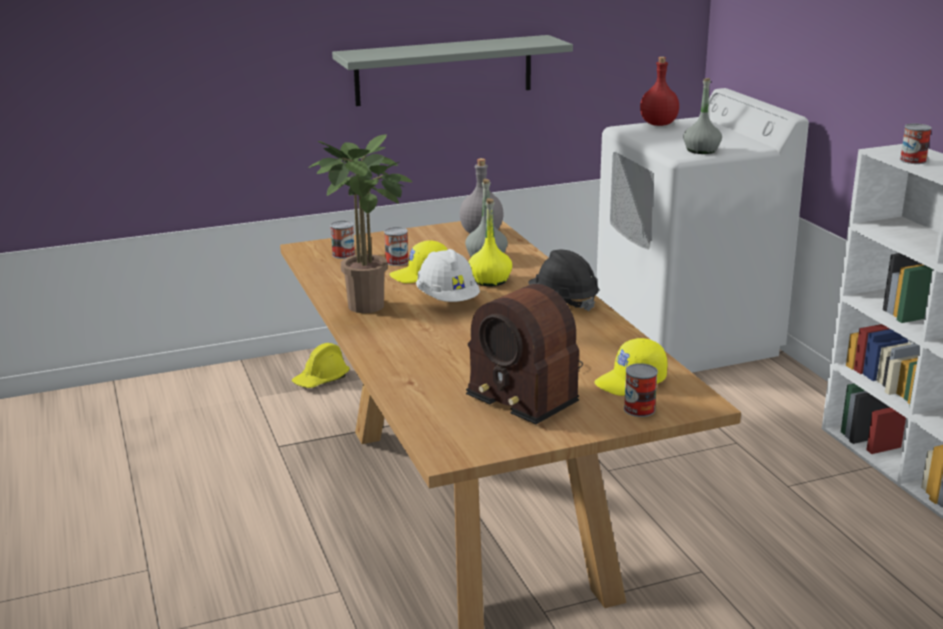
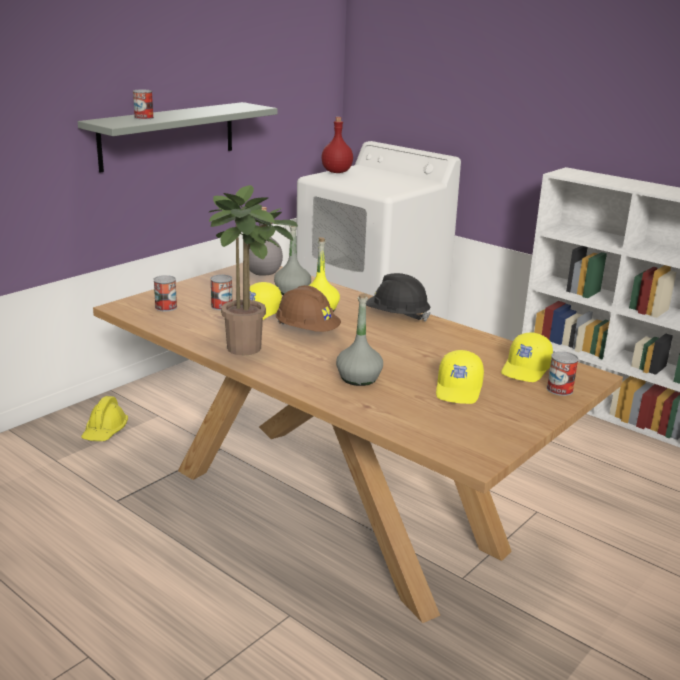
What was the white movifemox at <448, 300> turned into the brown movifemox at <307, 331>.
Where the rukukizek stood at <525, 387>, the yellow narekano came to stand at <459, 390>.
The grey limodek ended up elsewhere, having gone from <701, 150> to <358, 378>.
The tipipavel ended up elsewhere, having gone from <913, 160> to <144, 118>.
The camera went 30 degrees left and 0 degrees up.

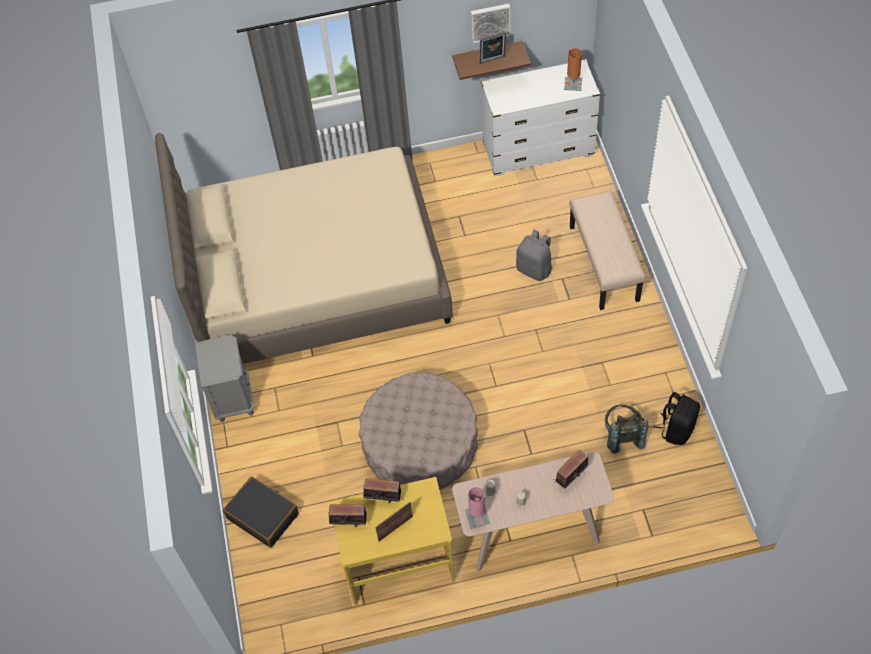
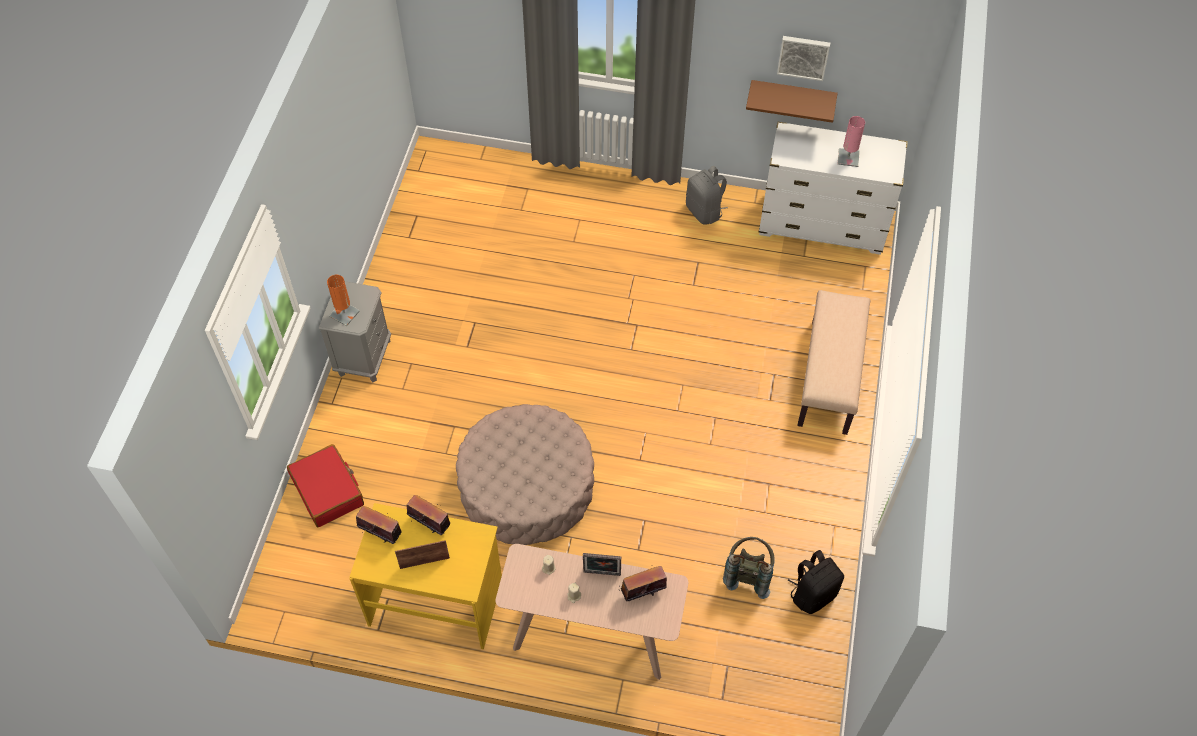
The second view lost the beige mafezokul at <316, 277>.
What was the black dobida at <263, 516> turned into the red dobida at <328, 491>.
The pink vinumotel ended up elsewhere, having gone from <477, 516> to <848, 158>.
The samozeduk ended up elsewhere, having gone from <492, 60> to <602, 575>.
The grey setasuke ended up elsewhere, having gone from <534, 269> to <705, 211>.
The orange vinumotel ended up elsewhere, having gone from <573, 84> to <344, 314>.
The camera went 20 degrees right and 0 degrees up.

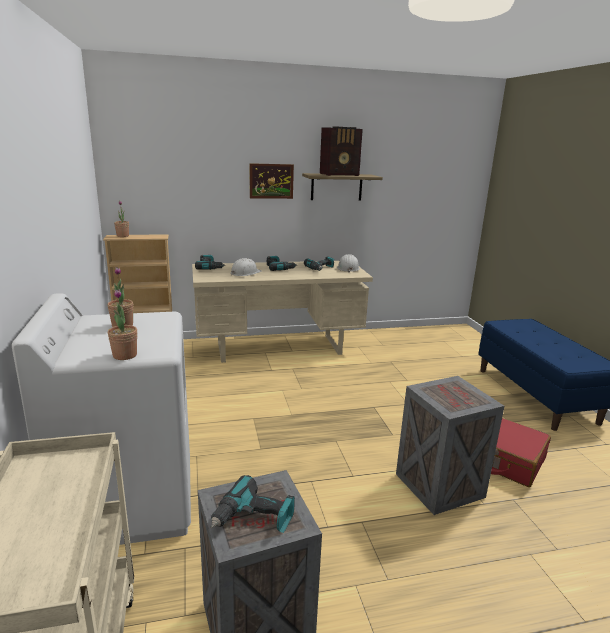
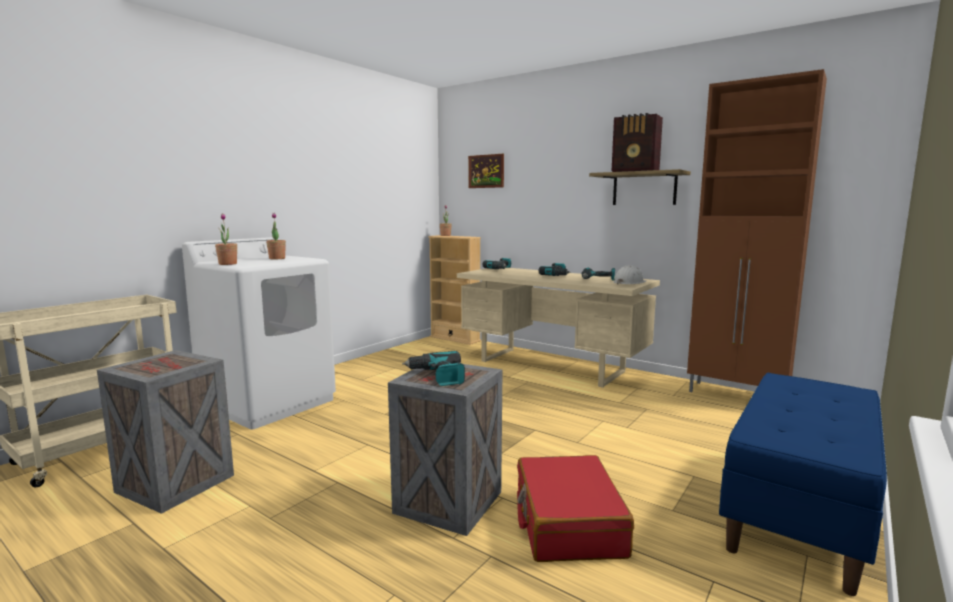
The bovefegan ended up elsewhere, having gone from <254, 518> to <437, 376>.
The second view lost the white movifemox at <245, 273>.
The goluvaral ended up elsewhere, having gone from <271, 181> to <486, 171>.
The second view gained the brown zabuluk at <738, 396>.
The camera went 50 degrees right and 10 degrees down.

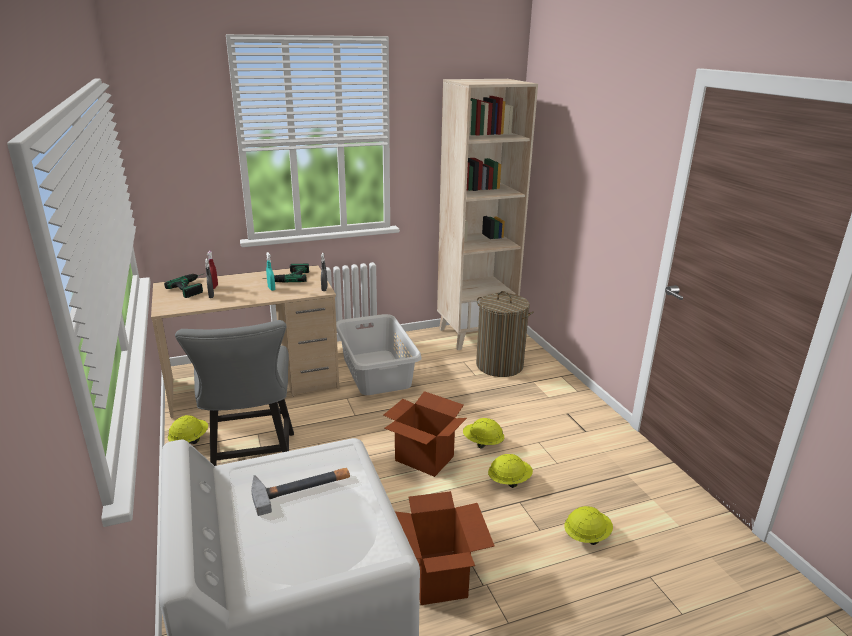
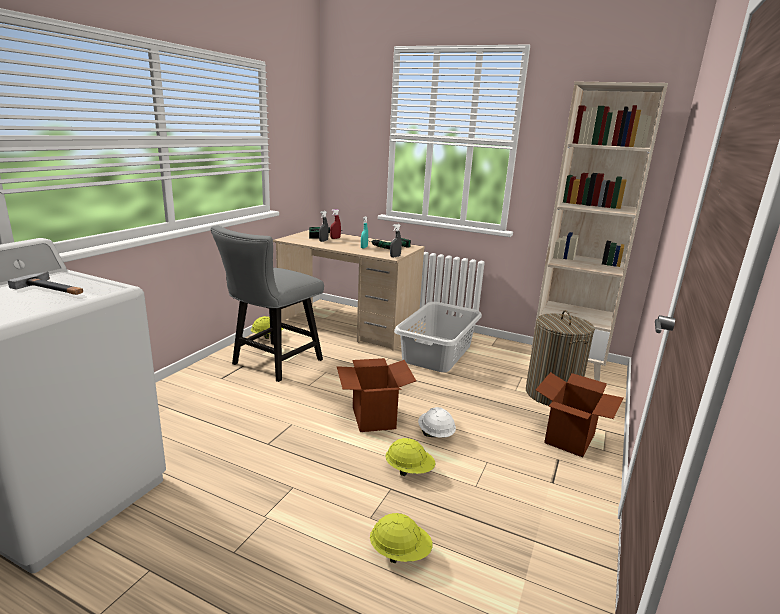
The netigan ended up elsewhere, having gone from <438, 578> to <569, 439>.
What was the yellow movifemox at <482, 443> turned into the white movifemox at <435, 434>.
The camera went 45 degrees right and 5 degrees down.

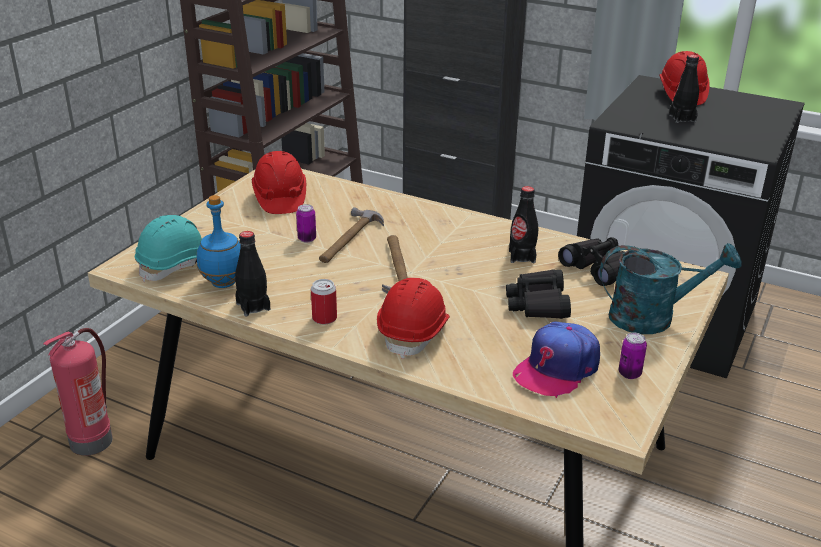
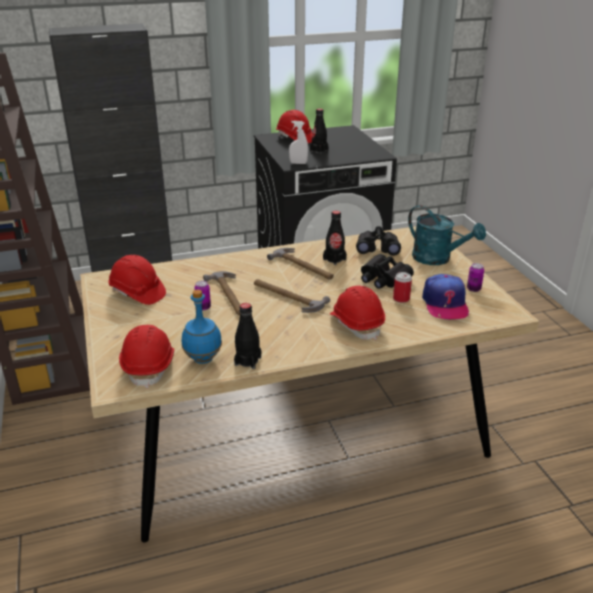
The second view lost the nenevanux at <92, 439>.
What was the turquoise movifemox at <177, 265> turned into the red movifemox at <149, 366>.
The tipipavel ended up elsewhere, having gone from <324, 318> to <401, 299>.
The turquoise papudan at <653, 317> ended up facing another way, 90 degrees clockwise from before.
The second view gained the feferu at <303, 266>.
The second view gained the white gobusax at <298, 163>.
The camera went 45 degrees left and 0 degrees up.

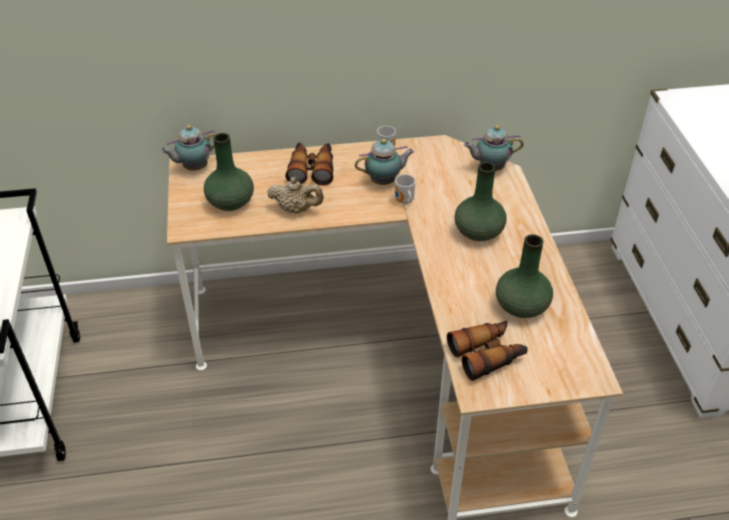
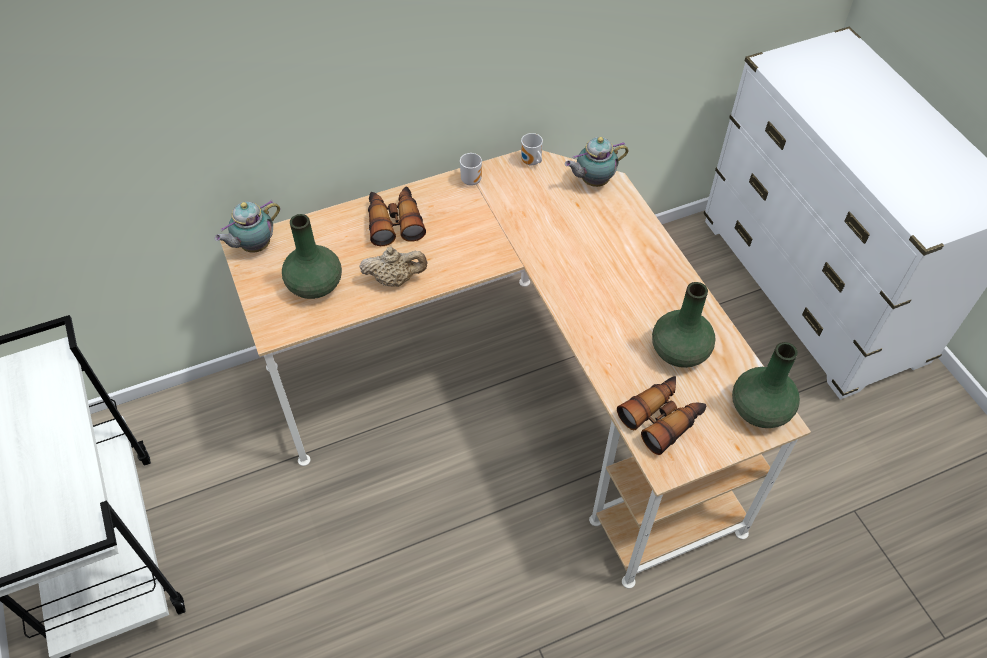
The second view lost the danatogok at <384, 181>.
The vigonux ended up elsewhere, having gone from <404, 202> to <531, 163>.
The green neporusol ended up elsewhere, having gone from <478, 232> to <760, 410>.
The camera went 15 degrees left and 10 degrees up.

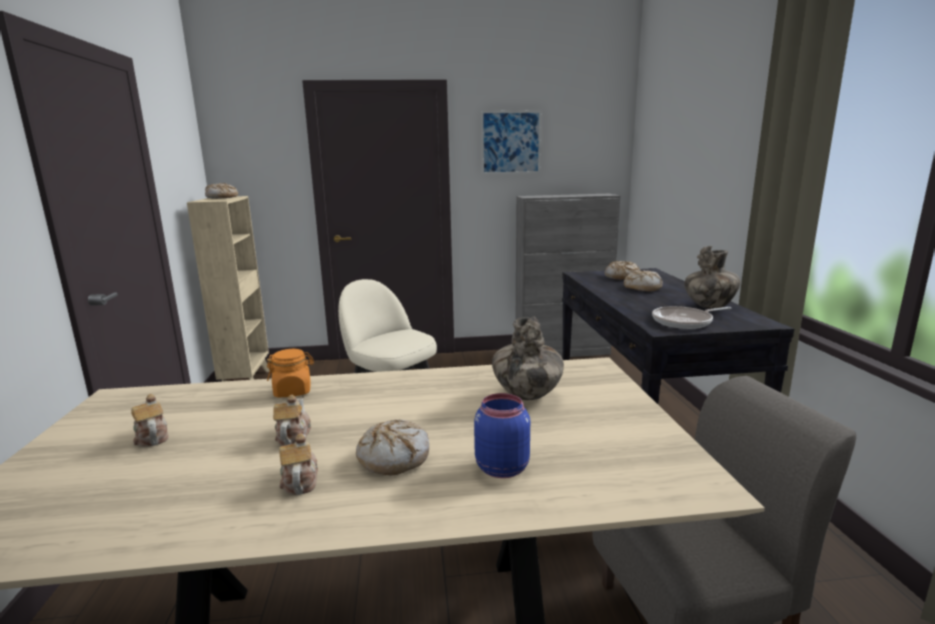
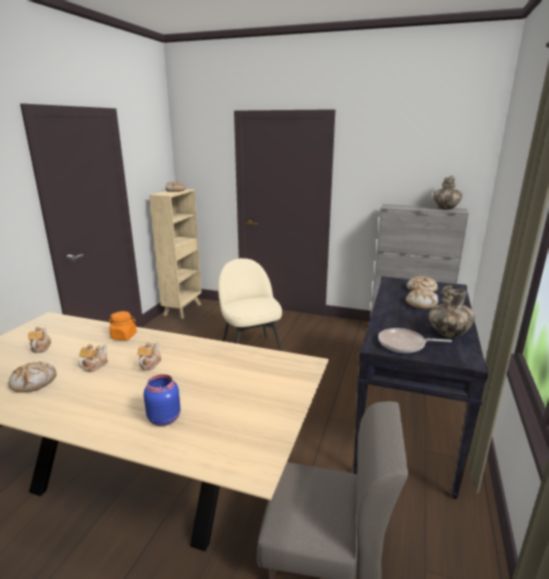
The danatogok ended up elsewhere, having gone from <300, 481> to <150, 364>.
The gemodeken ended up elsewhere, having gone from <394, 457> to <34, 382>.
The second view lost the goluvaral at <511, 142>.
The neporusol ended up elsewhere, having gone from <527, 395> to <445, 208>.
The camera went 25 degrees right and 5 degrees up.

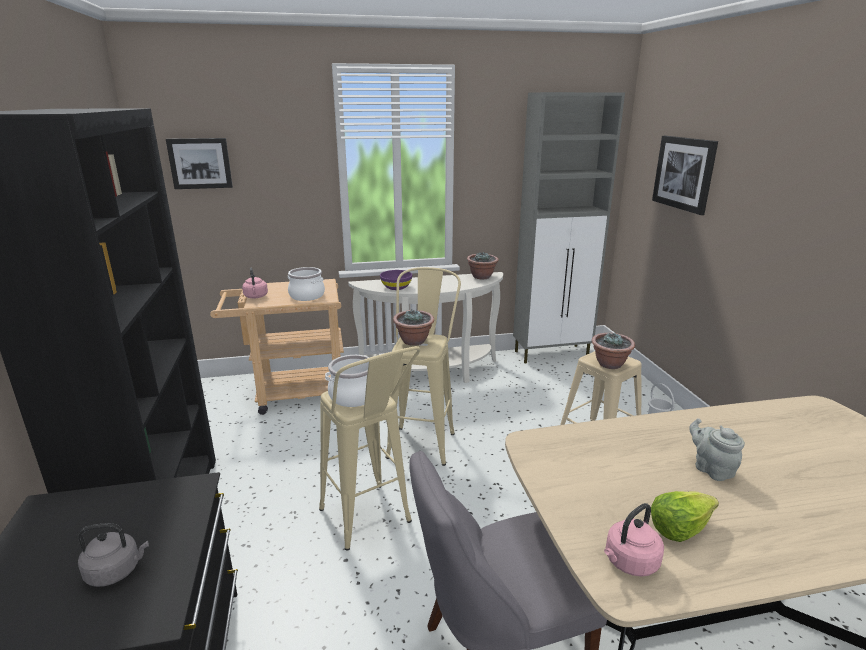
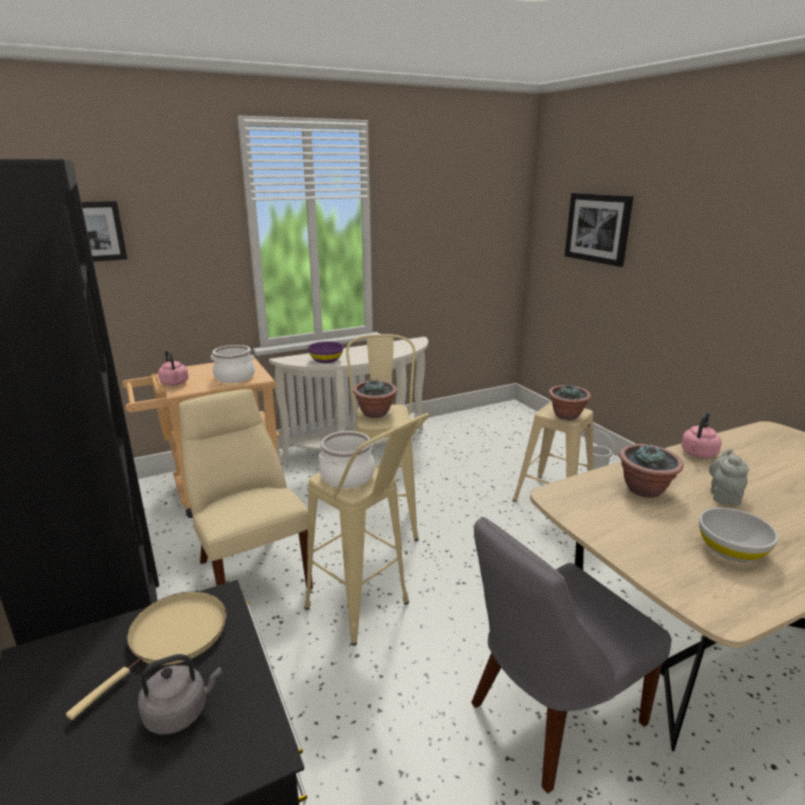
The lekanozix ended up elsewhere, having gone from <482, 277> to <645, 490>.
The second view lost the grey zabuluk at <552, 354>.
The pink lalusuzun ended up elsewhere, having gone from <629, 563> to <698, 454>.
Where the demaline stood at <679, 527>, the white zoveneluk came to stand at <731, 550>.
The grey danatogok at <711, 469> ended up facing another way, 60 degrees clockwise from before.
The second view gained the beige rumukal at <173, 638>.
The second view gained the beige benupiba at <251, 571>.
The camera went 15 degrees left and 0 degrees up.

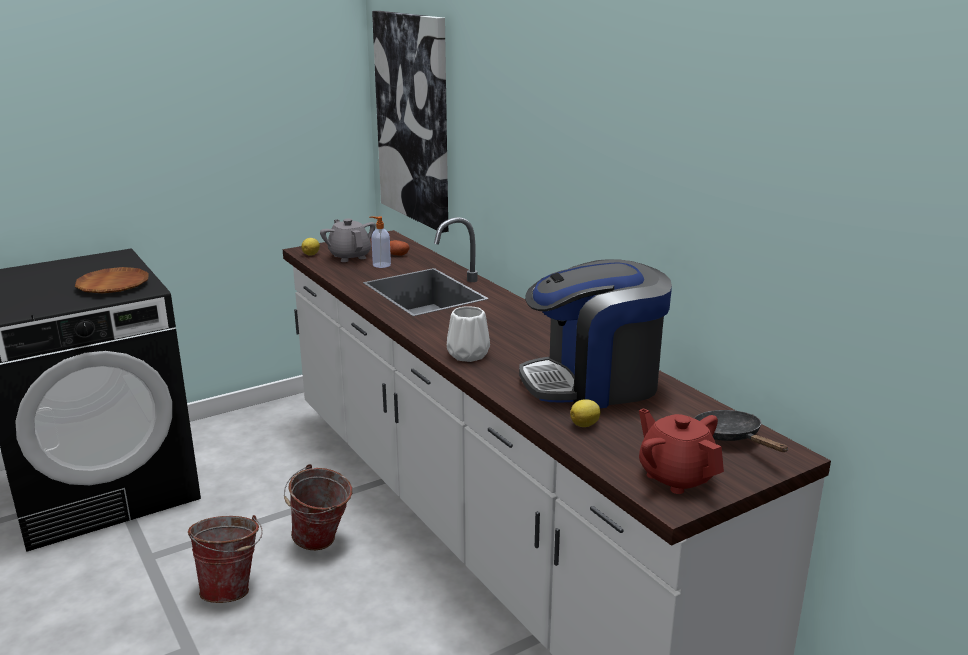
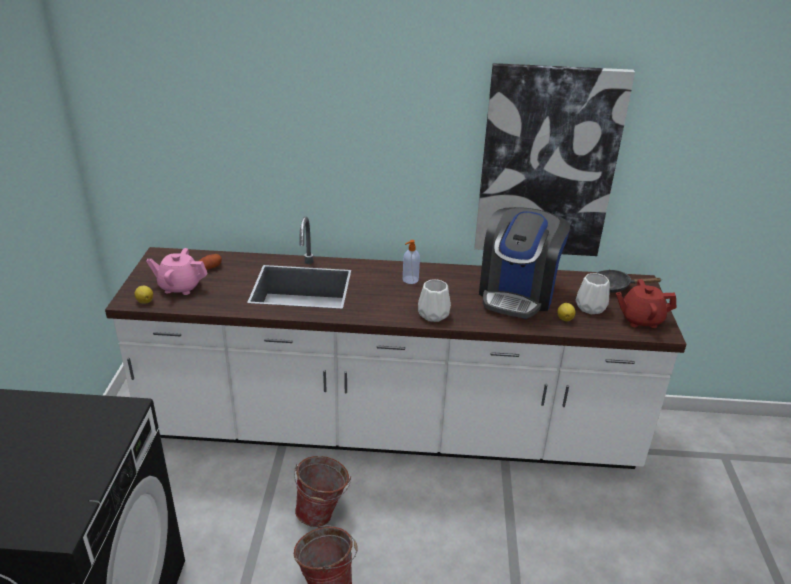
The second view lost the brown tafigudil at <113, 285>.
What was the grey danatogok at <350, 256> turned into the pink danatogok at <180, 287>.
The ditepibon ended up elsewhere, having gone from <381, 265> to <410, 280>.
The goluvaral ended up elsewhere, having gone from <414, 119> to <547, 164>.
The second view gained the white neporusol at <589, 307>.
The camera went 55 degrees left and 10 degrees up.

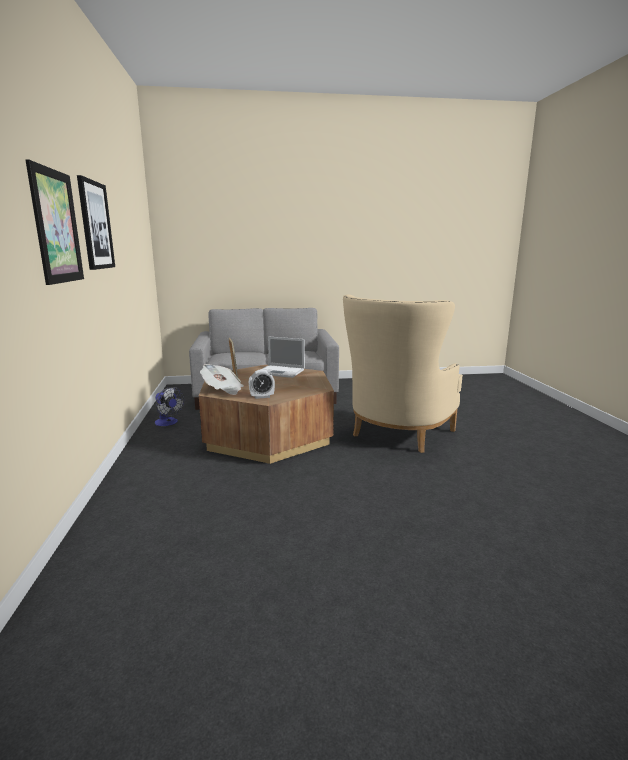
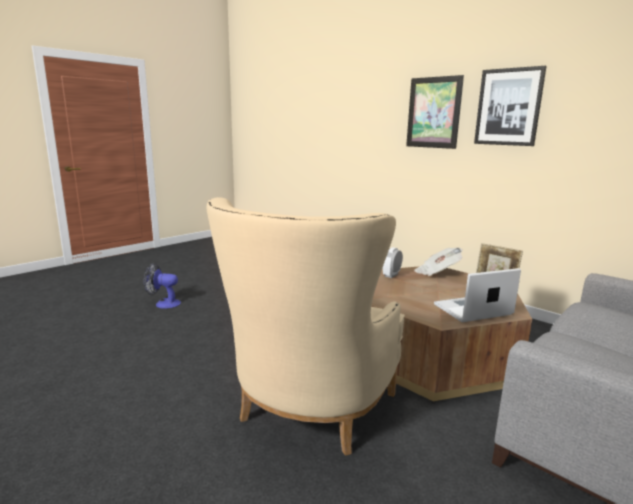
The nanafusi ended up elsewhere, having gone from <168, 423> to <163, 303>.
The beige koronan at <395, 435> ended up facing another way, 150 degrees counterclockwise from before.
The camera went 140 degrees right and 0 degrees up.

